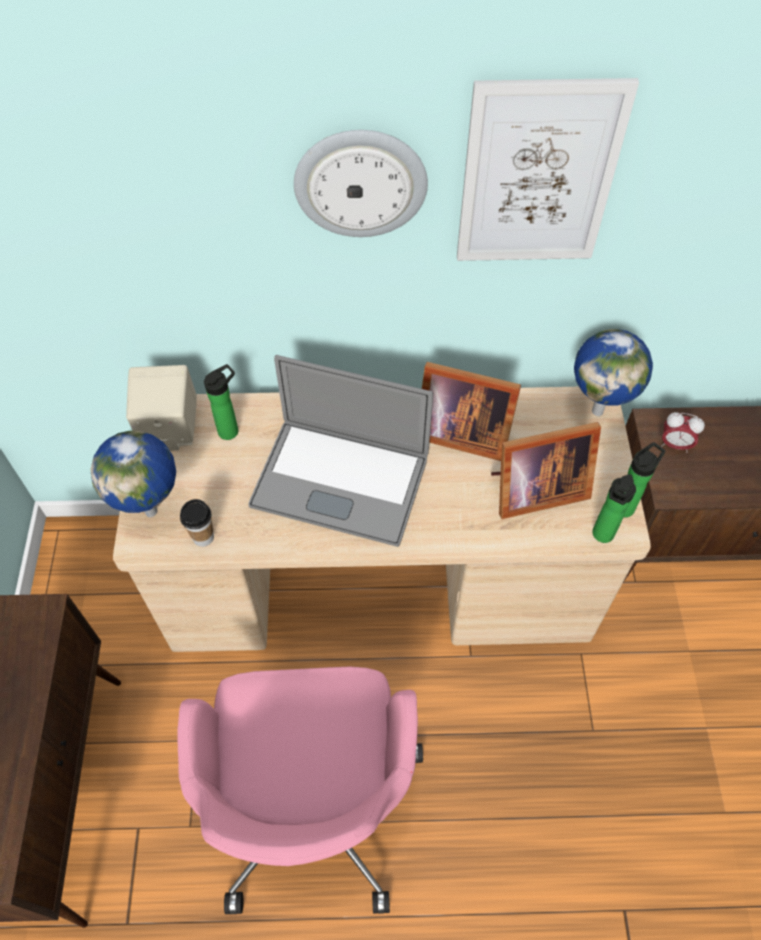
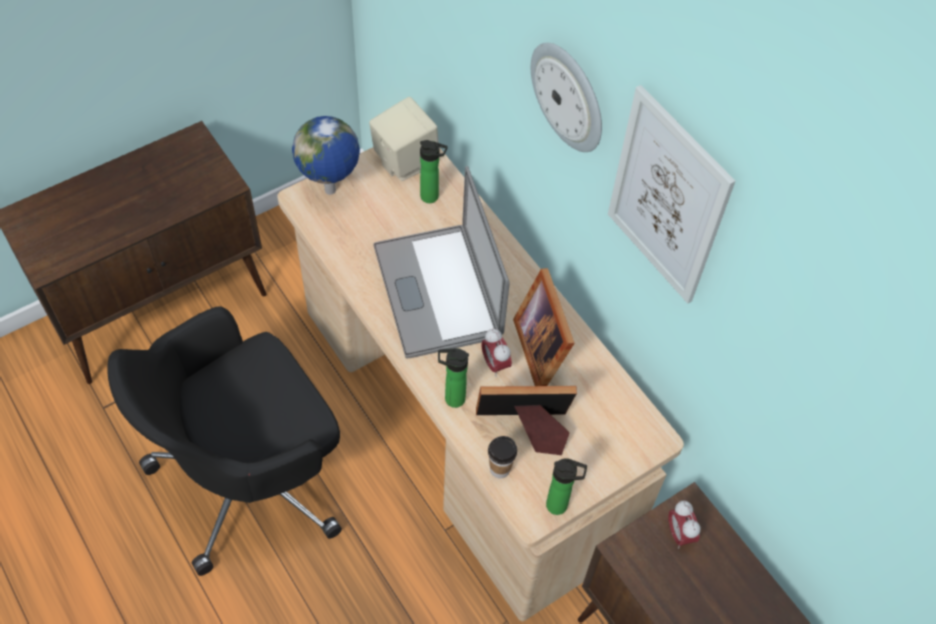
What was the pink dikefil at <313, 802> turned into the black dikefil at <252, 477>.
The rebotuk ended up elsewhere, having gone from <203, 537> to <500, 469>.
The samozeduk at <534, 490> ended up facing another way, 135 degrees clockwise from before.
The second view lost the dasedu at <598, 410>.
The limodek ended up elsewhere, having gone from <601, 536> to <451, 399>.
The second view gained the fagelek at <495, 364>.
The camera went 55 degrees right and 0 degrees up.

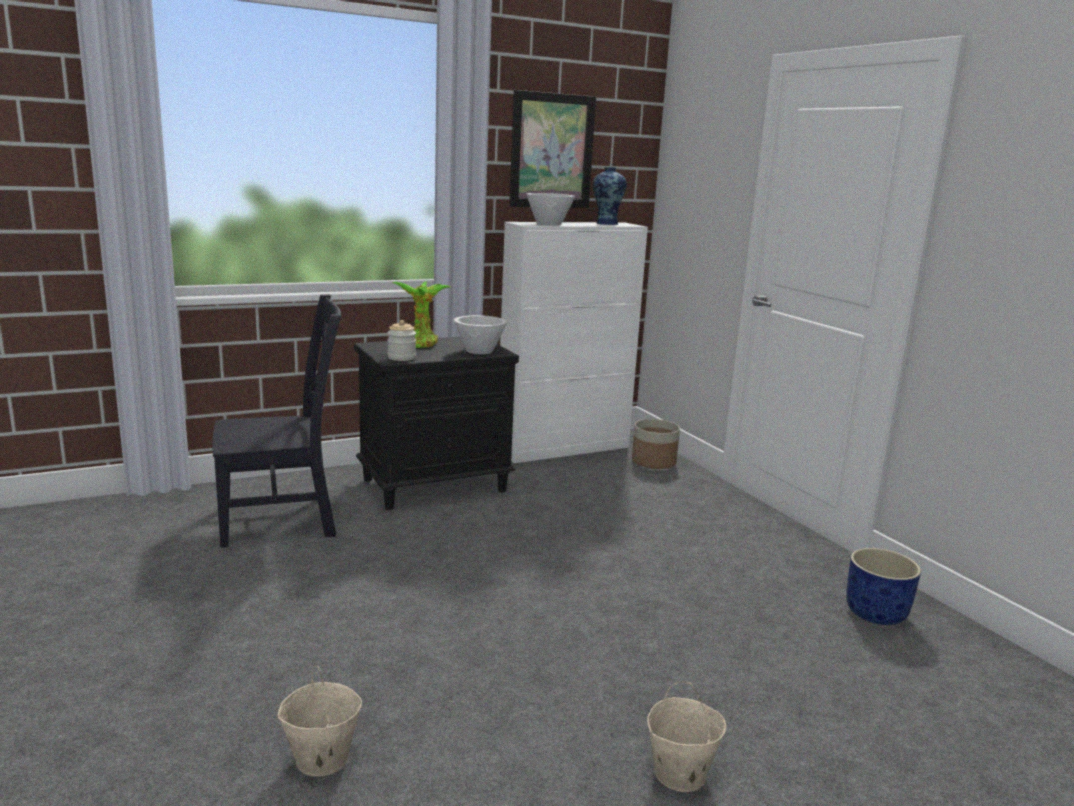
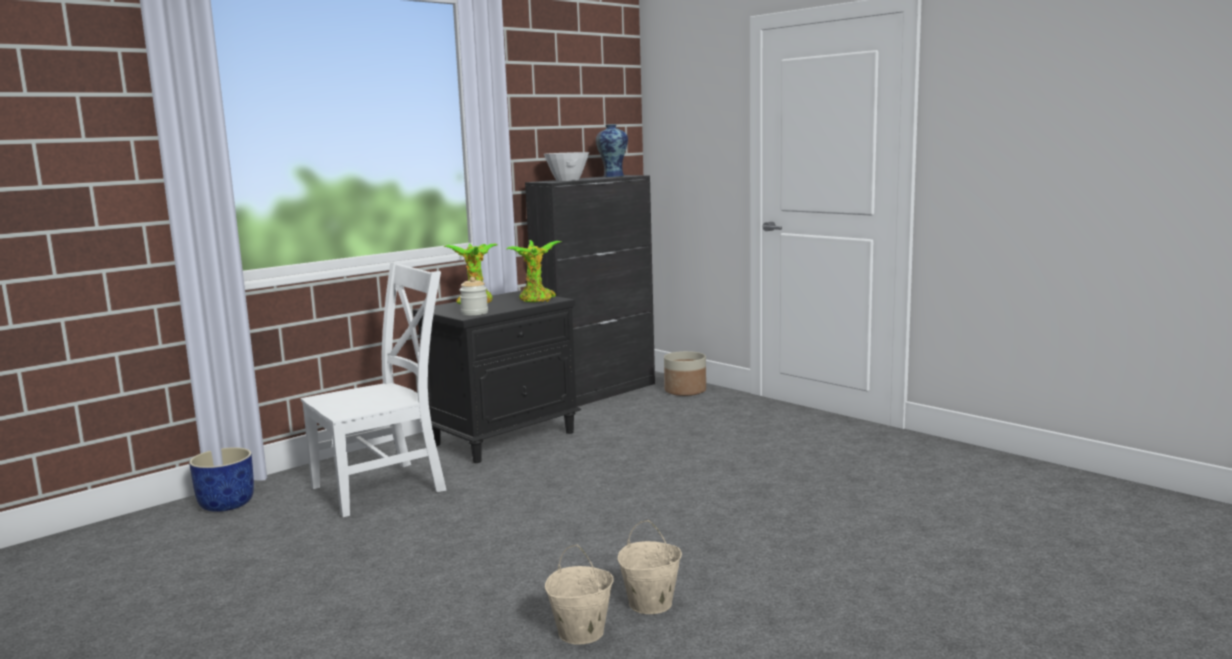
What was the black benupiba at <284, 520> turned into the white benupiba at <384, 487>.
Where the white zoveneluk stood at <479, 351>, the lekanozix came to stand at <537, 300>.
What was the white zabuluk at <564, 448> turned into the black zabuluk at <598, 393>.
The second view lost the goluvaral at <552, 151>.
The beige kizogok ended up elsewhere, having gone from <679, 774> to <649, 604>.
The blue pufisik ended up elsewhere, having gone from <876, 614> to <227, 504>.
The camera went 15 degrees left and 5 degrees down.

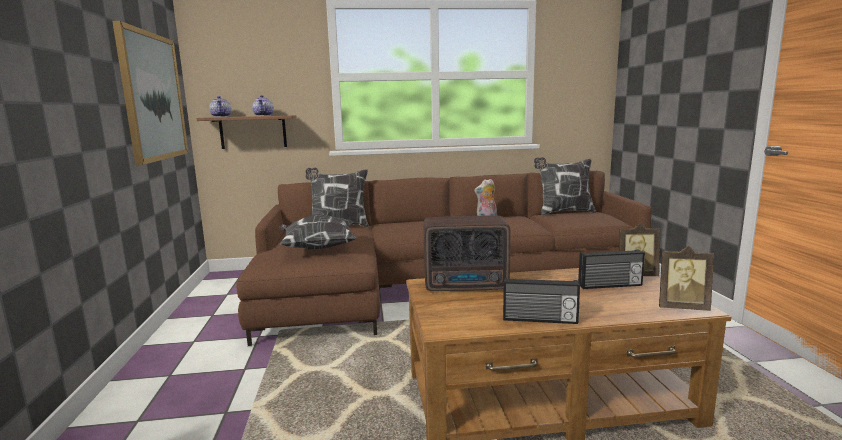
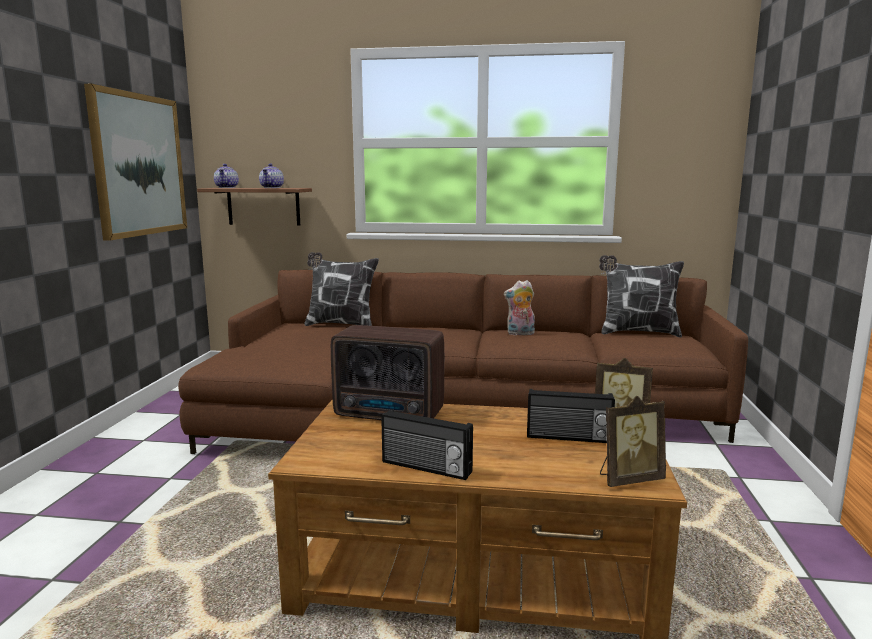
The second view lost the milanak at <317, 249>.
The samozeduk at <681, 307> ended up facing another way, 45 degrees counterclockwise from before.
The camera went 15 degrees right and 0 degrees up.

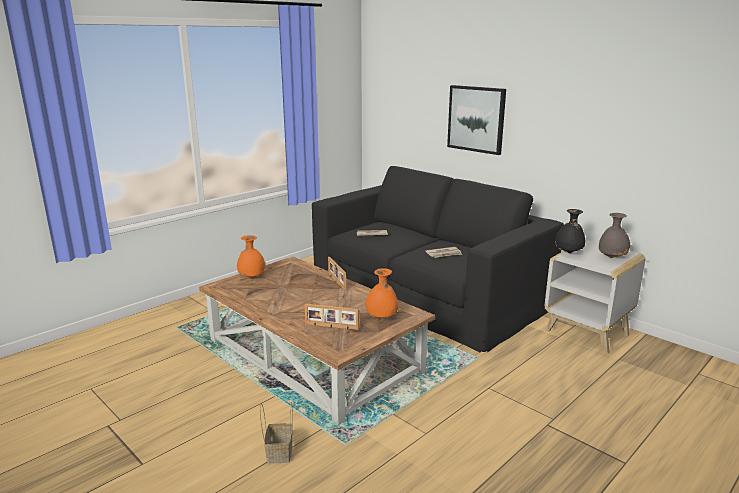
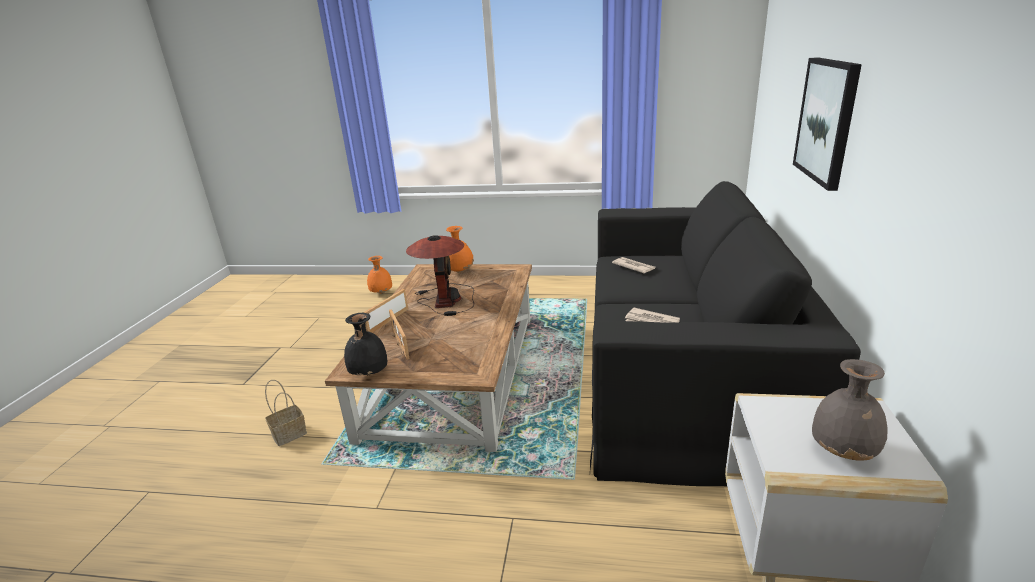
The samozeduk ended up elsewhere, having gone from <336, 281> to <387, 321>.
The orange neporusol ended up elsewhere, having gone from <381, 318> to <380, 293>.
The black neporusol ended up elsewhere, having gone from <568, 253> to <368, 374>.
The second view gained the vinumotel at <446, 299>.
The camera went 55 degrees right and 5 degrees up.

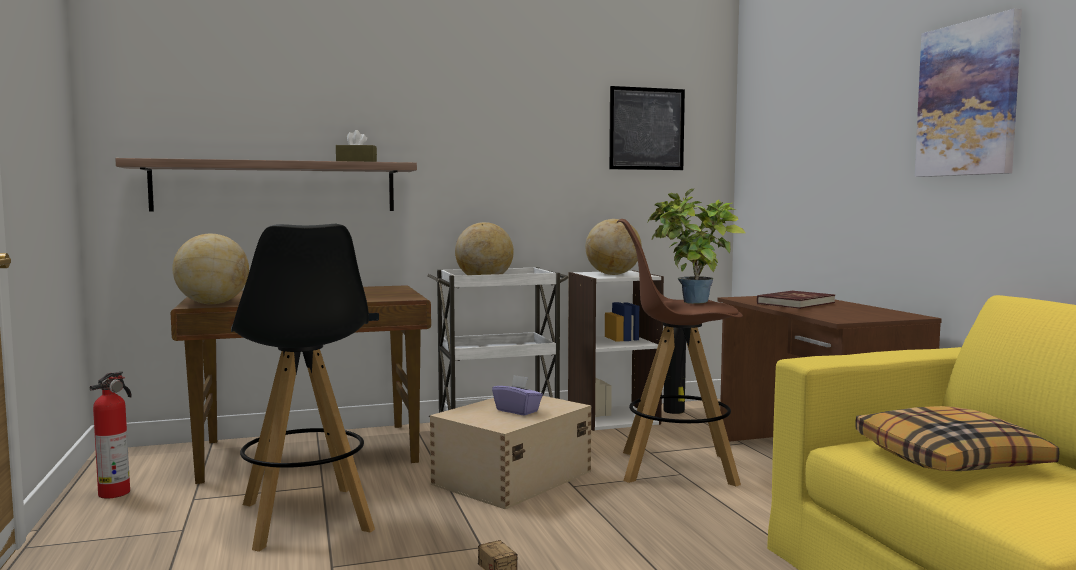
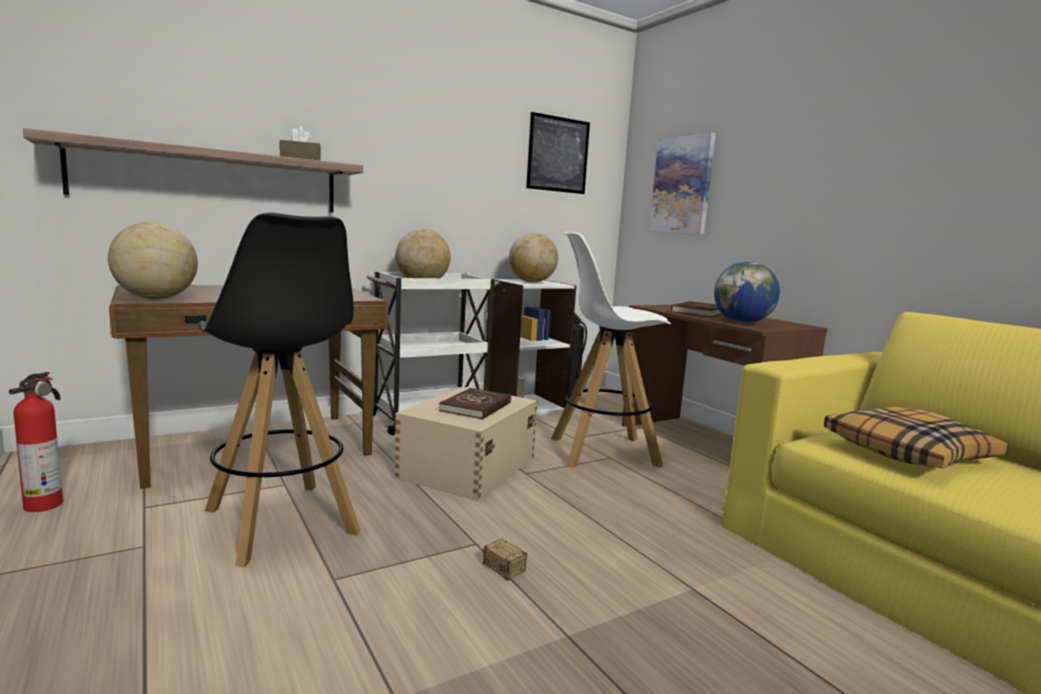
Where the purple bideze stood at <517, 411>, the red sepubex came to stand at <476, 407>.
What was the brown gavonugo at <676, 468> turned into the white gavonugo at <602, 452>.
The second view lost the lekanozix at <690, 303>.
The goluvaral ended up elsewhere, having gone from <967, 99> to <682, 185>.
The second view gained the dasedu at <742, 323>.
The camera went 15 degrees left and 5 degrees up.

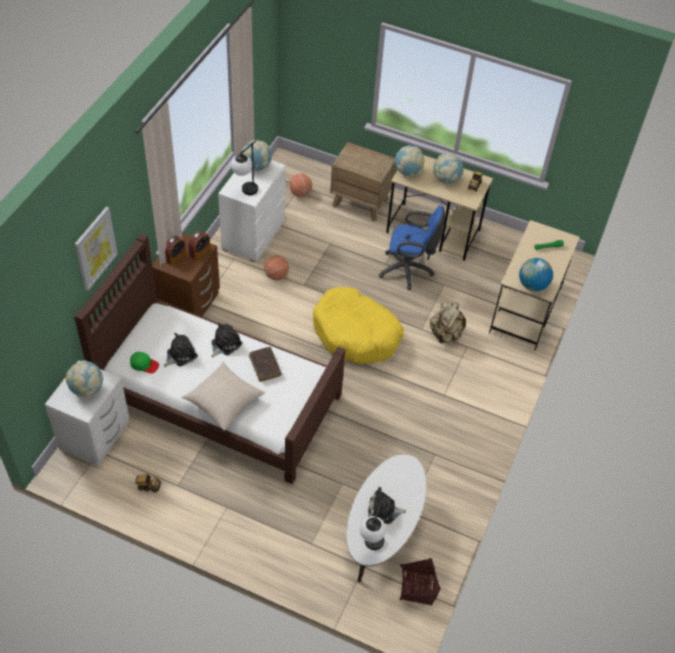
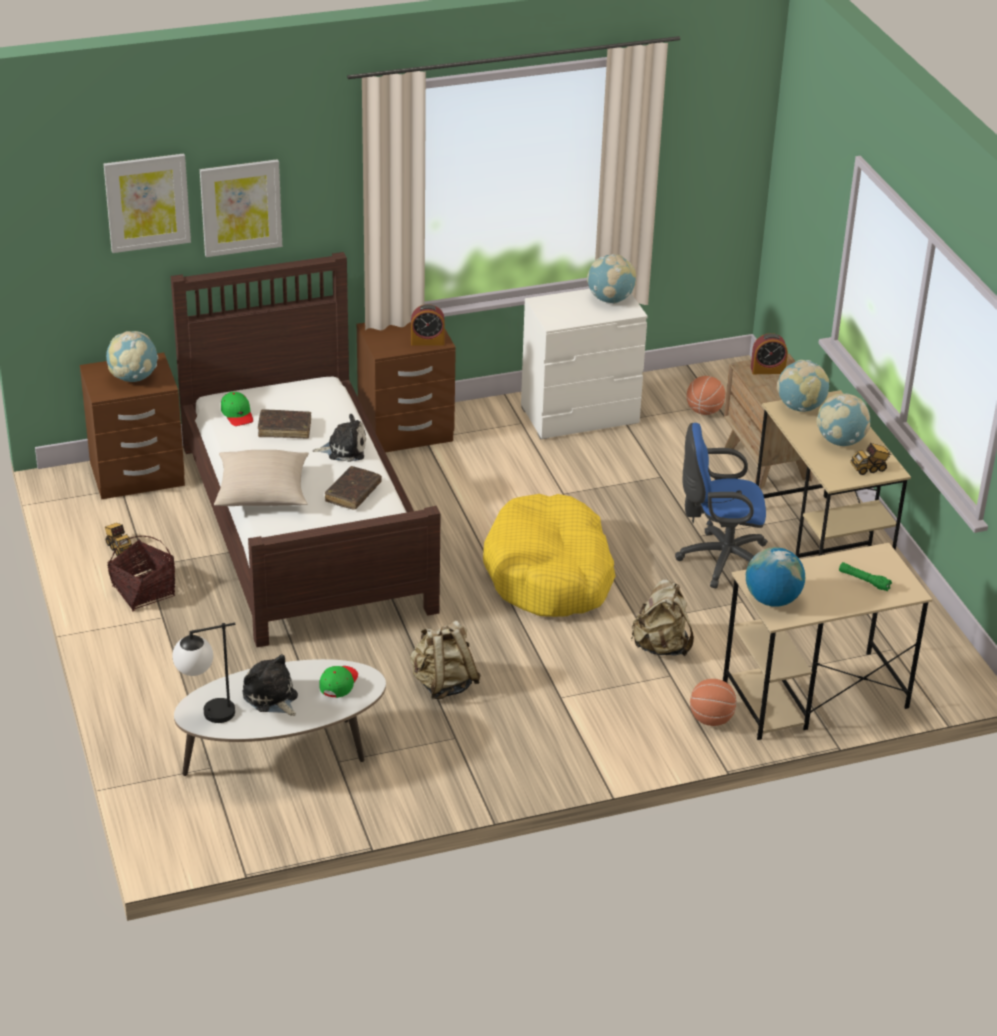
What was the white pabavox at <95, 436> turned into the brown pabavox at <137, 475>.
Where the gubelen stood at <180, 355>, the brown sepubex came to stand at <284, 429>.
The fagelek ended up elsewhere, having gone from <175, 257> to <767, 370>.
The second view lost the vinumotel at <245, 193>.
The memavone ended up elsewhere, having gone from <276, 275> to <711, 719>.
The blue dikefil at <408, 270> ended up facing another way, 120 degrees clockwise from before.
The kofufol ended up elsewhere, having gone from <417, 588> to <143, 592>.
The second view gained the goluvaral at <147, 202>.
The second view gained the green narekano at <338, 683>.
The second view gained the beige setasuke at <443, 684>.
The camera went 50 degrees right and 15 degrees down.

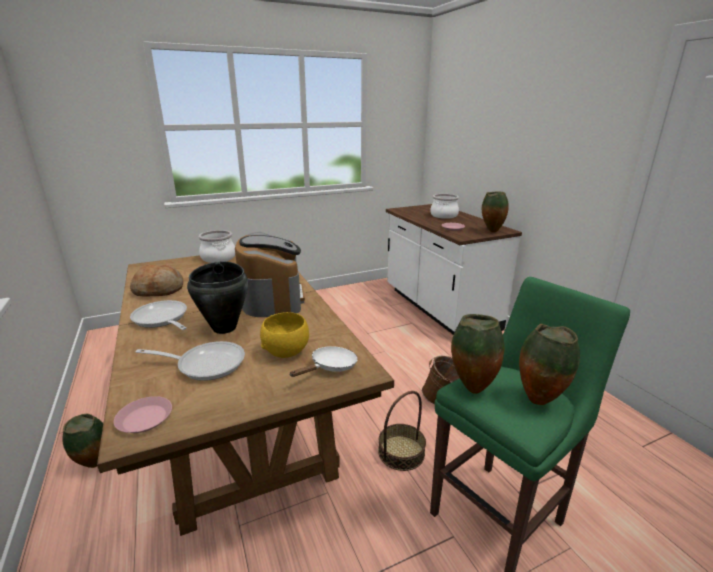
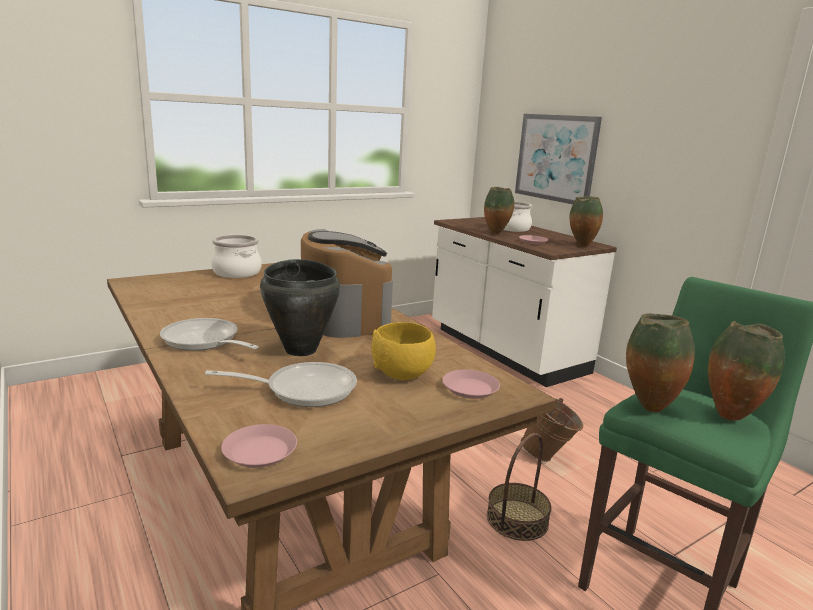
The neporusol ended up elsewhere, having gone from <95, 465> to <496, 234>.
The second view lost the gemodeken at <159, 290>.
Where the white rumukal stood at <330, 367>, the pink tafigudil came to stand at <470, 388>.
The second view gained the goluvaral at <555, 158>.
The camera went 10 degrees left and 5 degrees down.

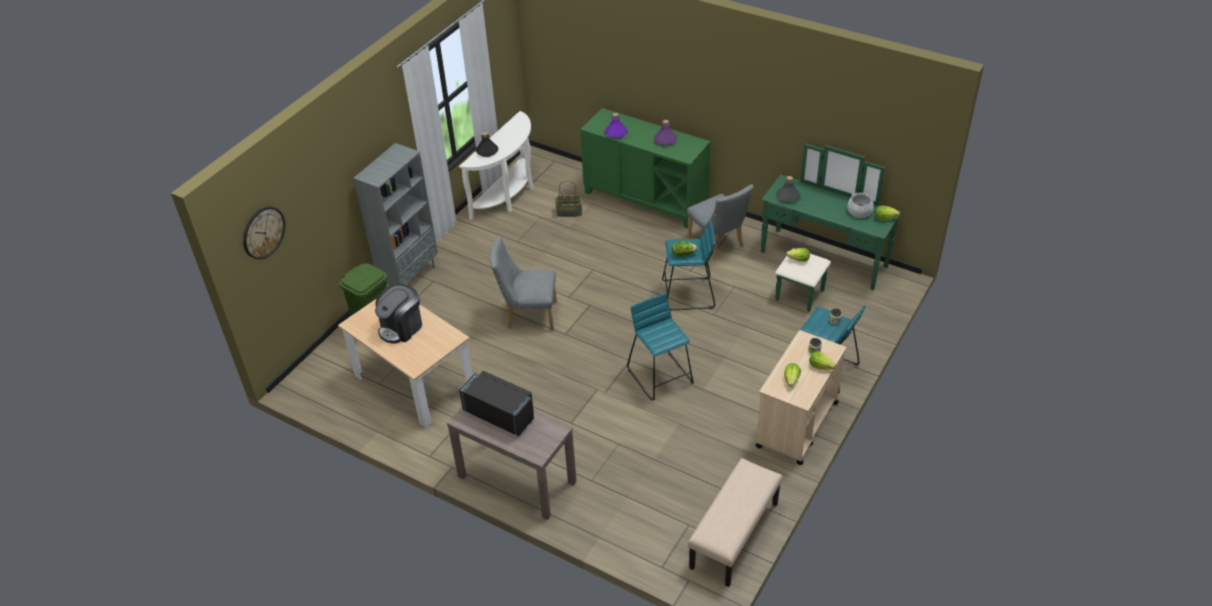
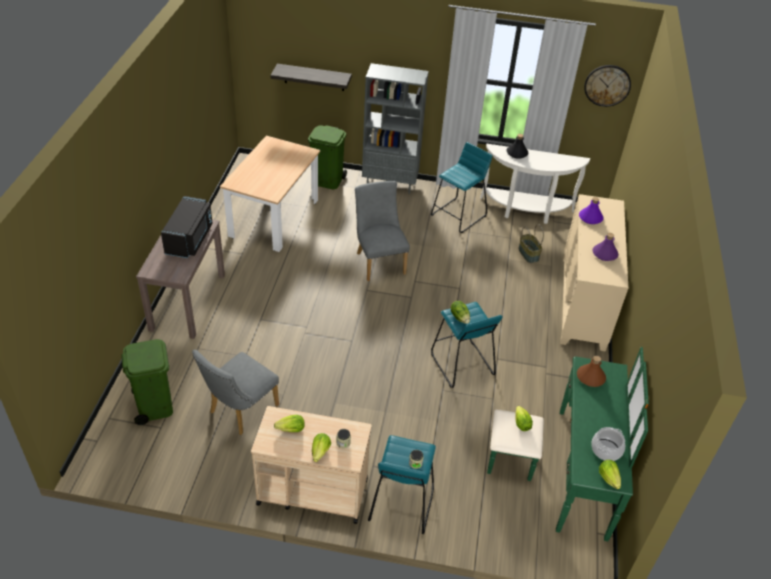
The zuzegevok ended up elsewhere, having gone from <263, 232> to <607, 85>.
The second view lost the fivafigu at <401, 327>.
What was the green zabuluk at <646, 199> turned into the beige zabuluk at <583, 302>.
The turquoise gavonugo ended up elsewhere, having gone from <660, 376> to <458, 215>.
The grey benupiba ended up elsewhere, having gone from <718, 244> to <240, 411>.
The second view lost the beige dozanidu at <734, 536>.
What was the grey limodek at <787, 196> turned into the brown limodek at <590, 377>.
The second view gained the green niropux at <155, 405>.
The second view gained the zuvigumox at <314, 77>.
The camera went 65 degrees right and 0 degrees up.

